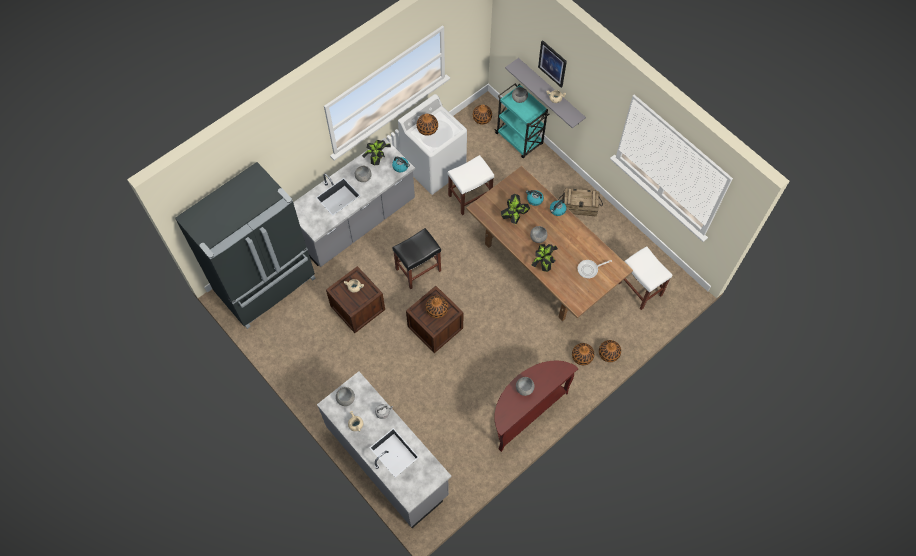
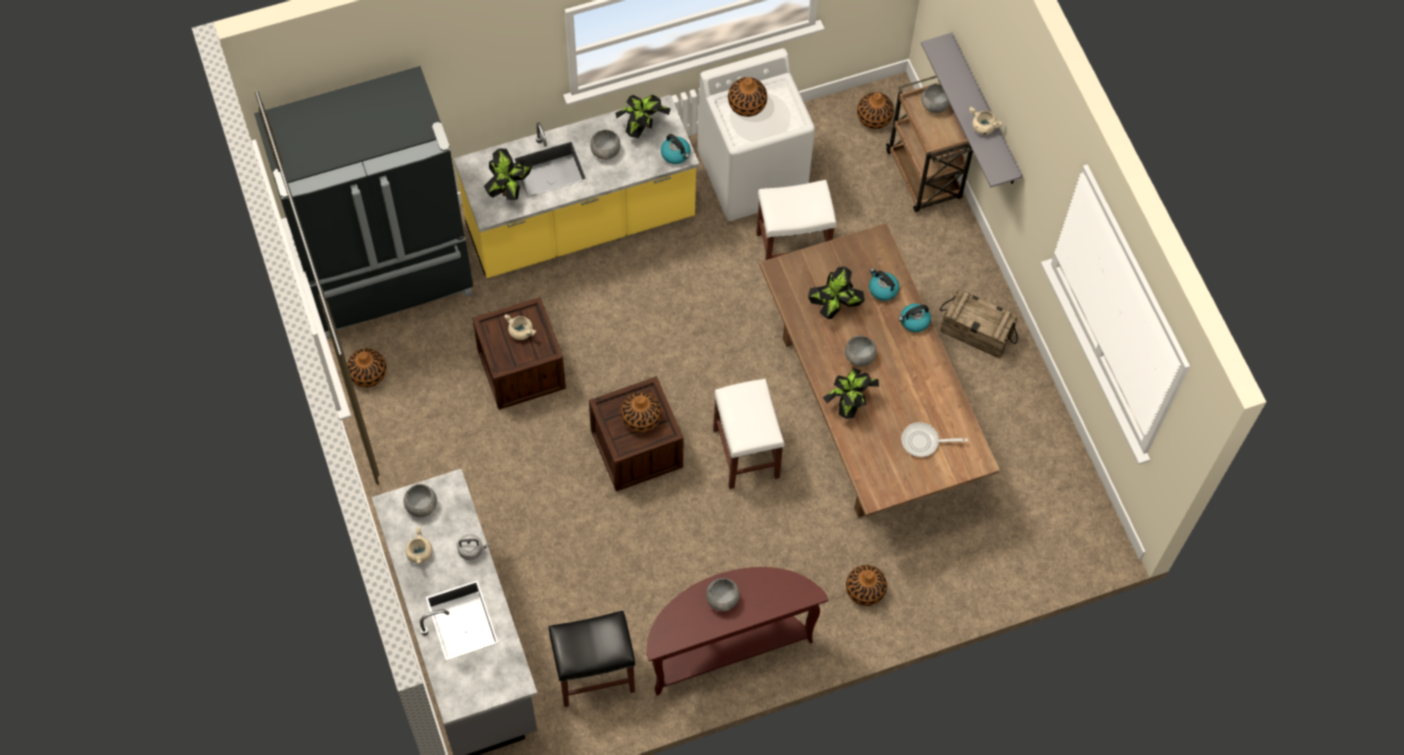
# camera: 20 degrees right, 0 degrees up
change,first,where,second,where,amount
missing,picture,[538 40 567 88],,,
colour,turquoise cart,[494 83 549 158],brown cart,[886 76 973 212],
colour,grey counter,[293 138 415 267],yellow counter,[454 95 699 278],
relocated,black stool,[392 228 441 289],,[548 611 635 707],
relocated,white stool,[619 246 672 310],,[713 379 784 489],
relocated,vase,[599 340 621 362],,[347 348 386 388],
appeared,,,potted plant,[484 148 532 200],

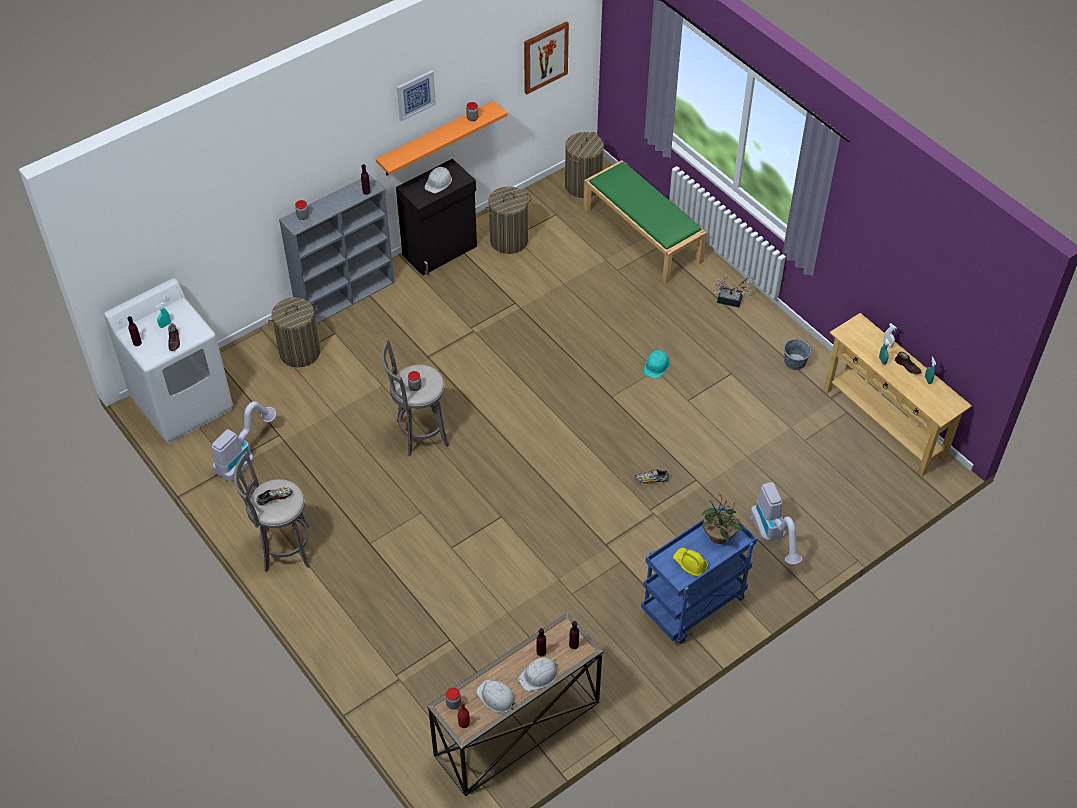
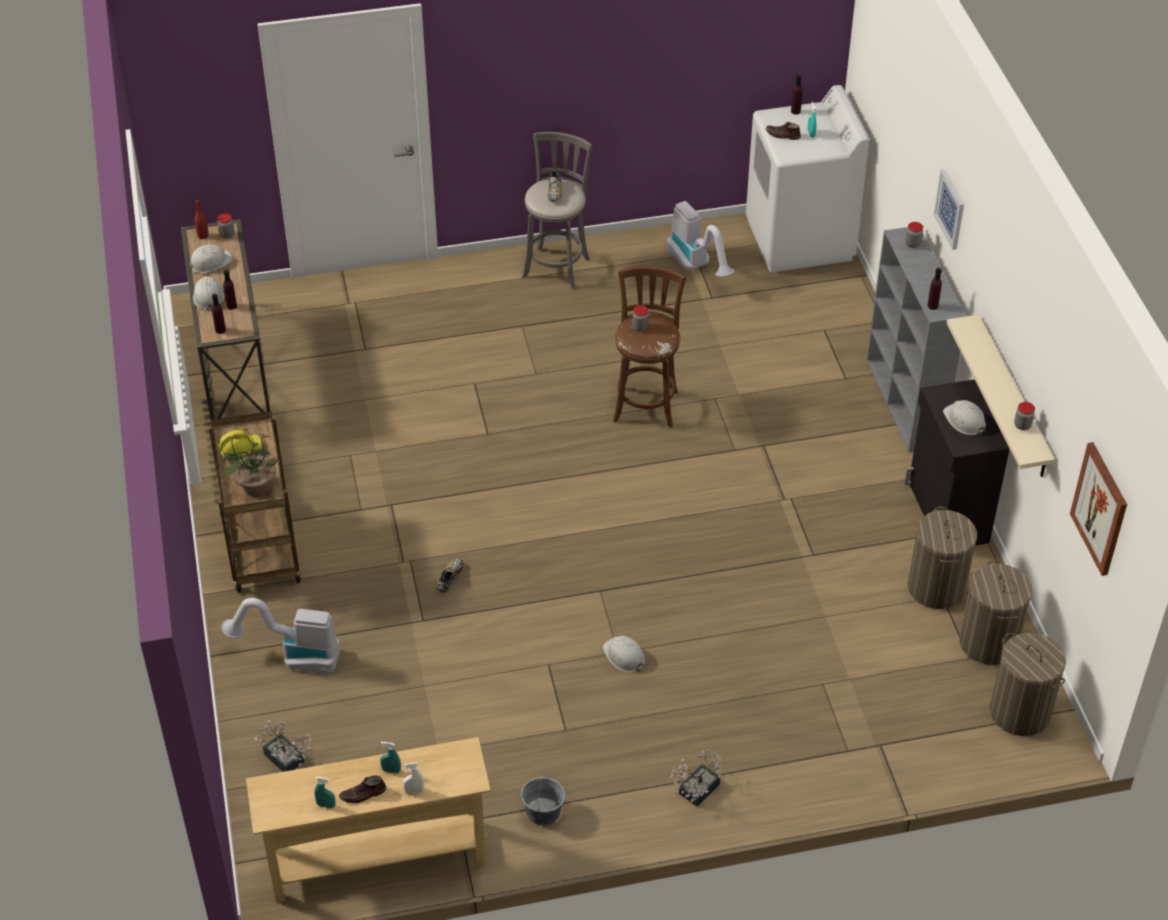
# camera: 115 degrees right, 5 degrees down
change,first,where,second,where,amount
relocated,picture,[397 70 436 121],,[934 169 964 250],
colour,orange shelf,[376 101 508 175],beige shelf,[947 315 1055 477],
missing,green bench,[584 160 707 283],,,
relocated,laundry basket,[268 297 320 367],,[959 561 1032 665],
colour,grey stool,[381 339 449 456],brown stool,[613 266 686 428],
colour,turquoise hard hat,[644 350 670 379],white hard hat,[602 636 645 672],
colour,blue cart,[641 506 757 643],brown cart,[208 411 301 593],
appeared,,,potted plant,[254 721 312 772],

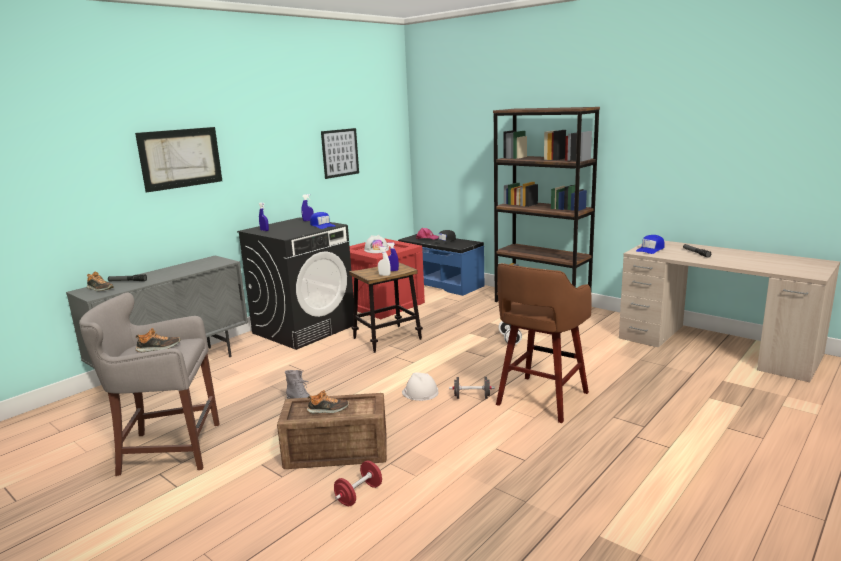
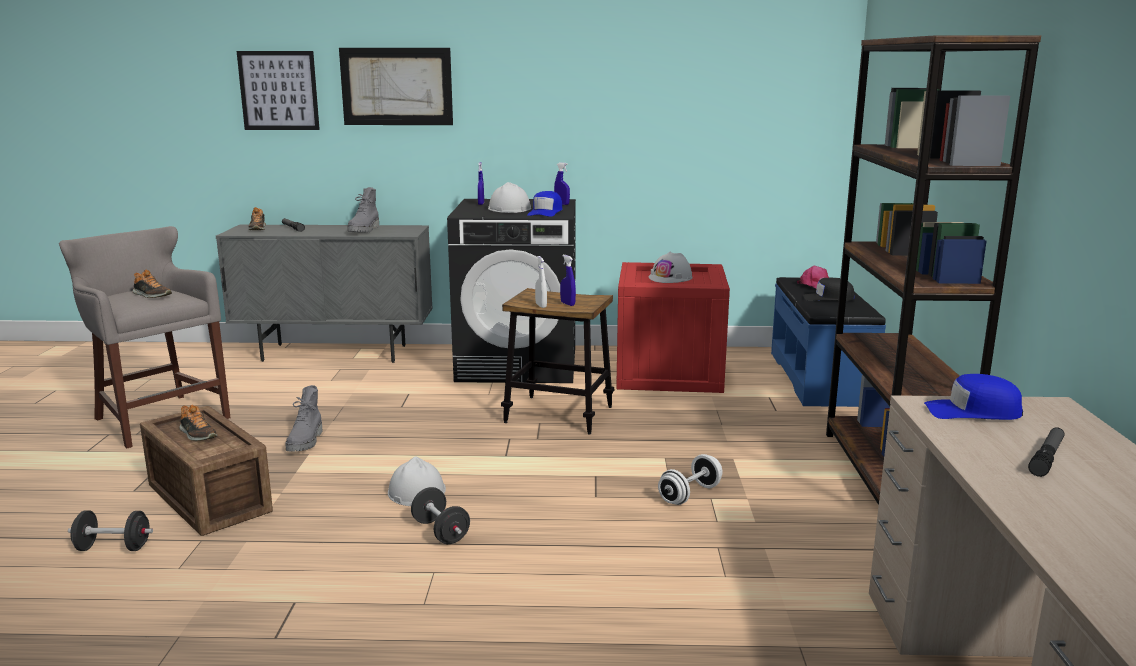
# camera: 50 degrees right, 0 degrees up
change,first,where,second,where,amount
relocated,picture,[321 128 359 179],,[237 51 320 130],
missing,brown stool,[496 263 592 423],,,
colour,red dumbbell,[334 461 382 506],black dumbbell,[68 511 153 551],
appeared,,,white hard hat,[488 182 531 213],
appeared,,,grey boot,[347 187 379 232],

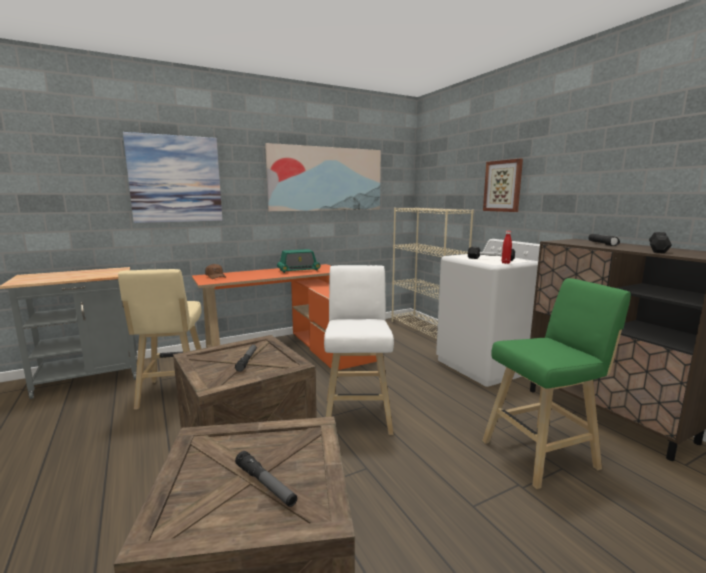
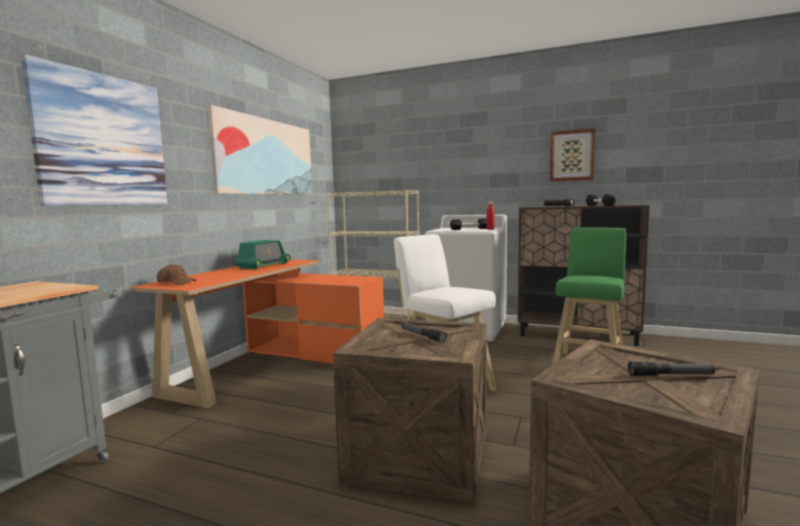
# camera: 40 degrees left, 5 degrees down
change,first,where,second,where,amount
relocated,picture,[483 159 523 212],,[550 128 595 181],
missing,beige stool,[118 269 202 410],,,

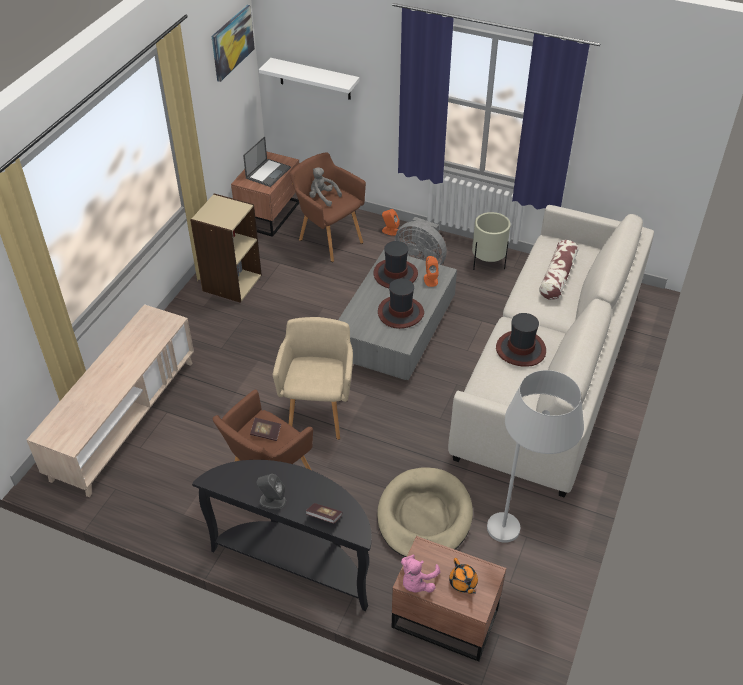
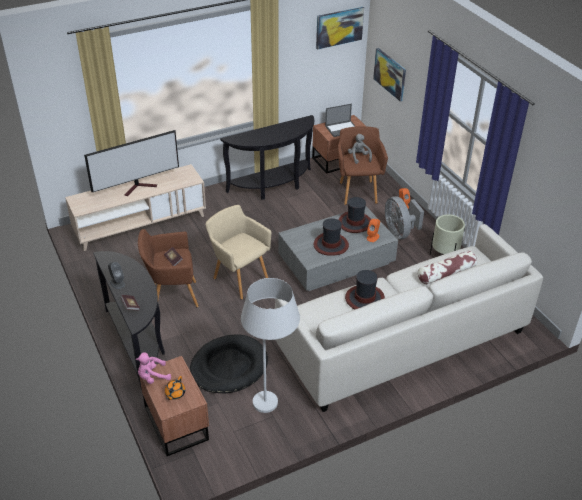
# camera: 40 degrees right, 5 degrees down
change,first,where,second,where,amount
exchanged,white shelf,[259 58 360 100],picture,[373 48 406 102],
exchanged,beige bookcase,[190 194 262 303],black console table,[220 115 314 200],
spun,beige armchair,[273 317 353 440],,[205 205 271 300],90 degrees counterclockwise
colour,beige dog bed,[377 467 473 557],black dog bed,[190 334 268 393],
appeared,,,television,[84 130 179 196],

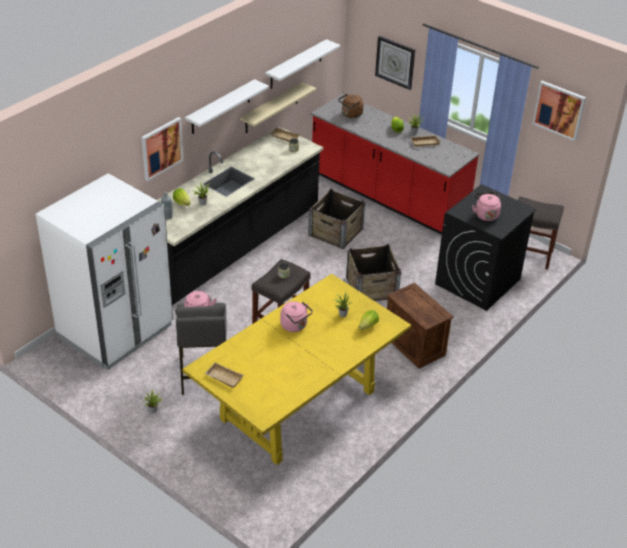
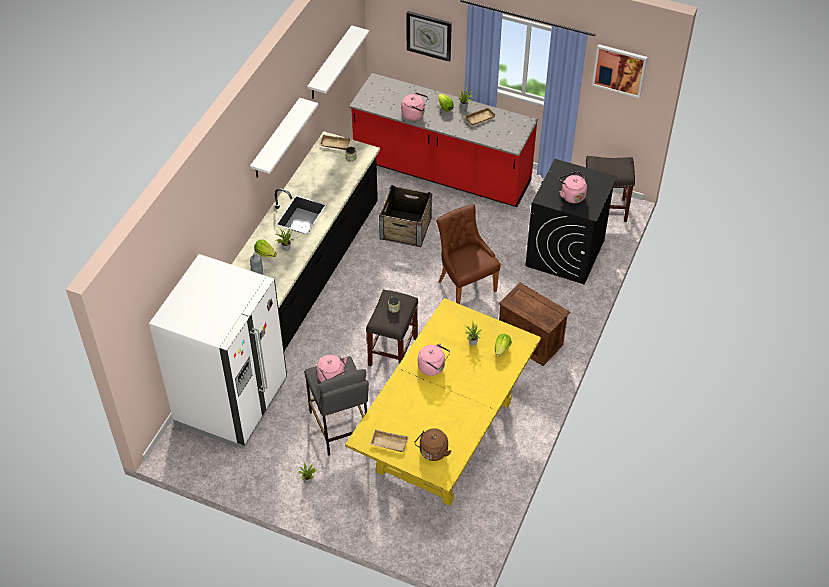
# camera: 15 degrees left, 10 degrees up
change,first,where,second,where,amount
missing,beige shelf,[240 82 316 133],,,
relocated,brown kettle,[338 94 363 118],,[415 428 451 461],
missing,picture,[141 117 184 181],,,
exchanged,crate,[346 244 401 301],brown chair,[436 204 501 304],
appeared,,,pink kettle,[401 92 428 120],

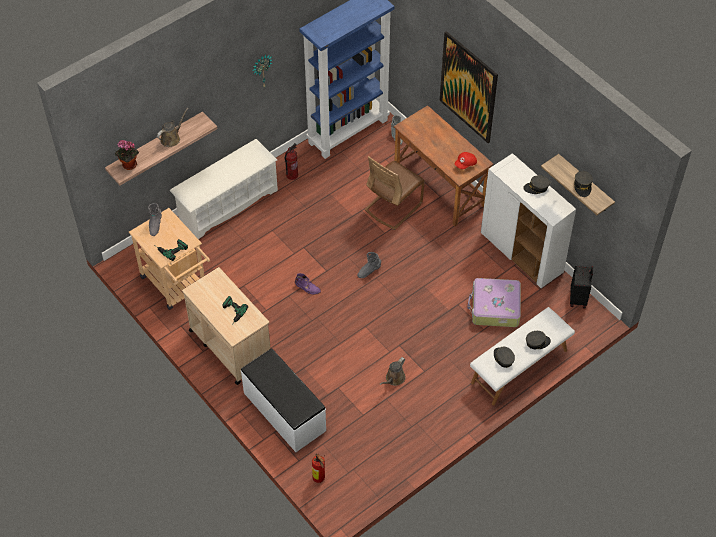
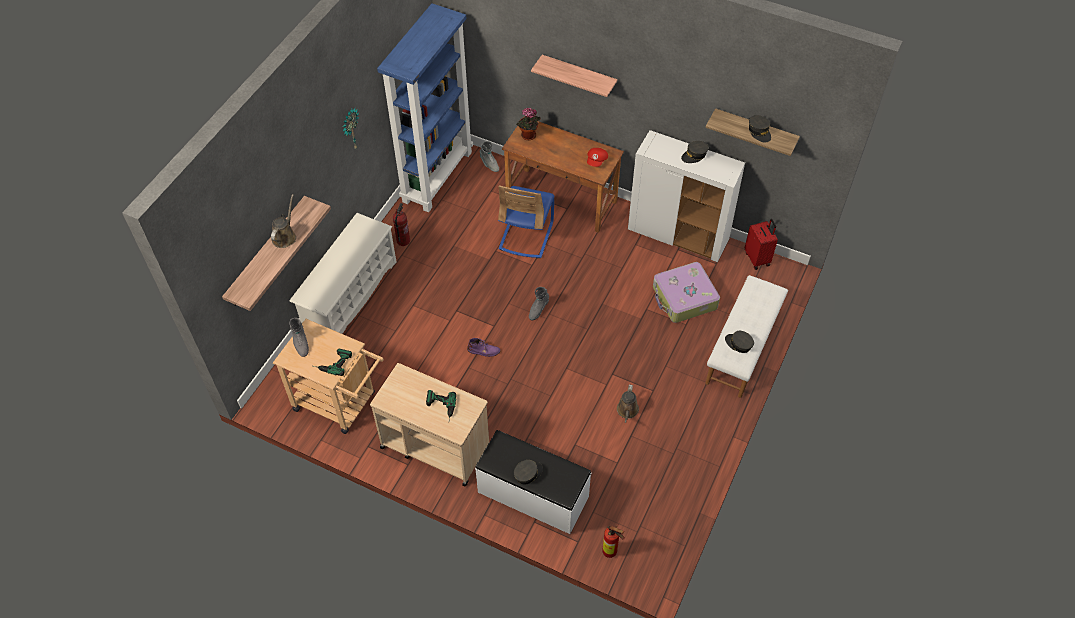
# camera: 25 degrees left, 0 degrees up
change,first,where,second,where,amount
exchanged,picture,[440 31 498 143],shelf,[531 55 617 97],
relocated,potted plant,[115 140 139 170],,[516 108 541 140],
colour,brown chair,[365 156 425 230],blue chair,[498 185 554 258],
colour,black suitcase,[570 266 593 308],red suitcase,[745 219 778 270],
relocated,grey cap,[526 331 551 350],,[514 460 543 484],

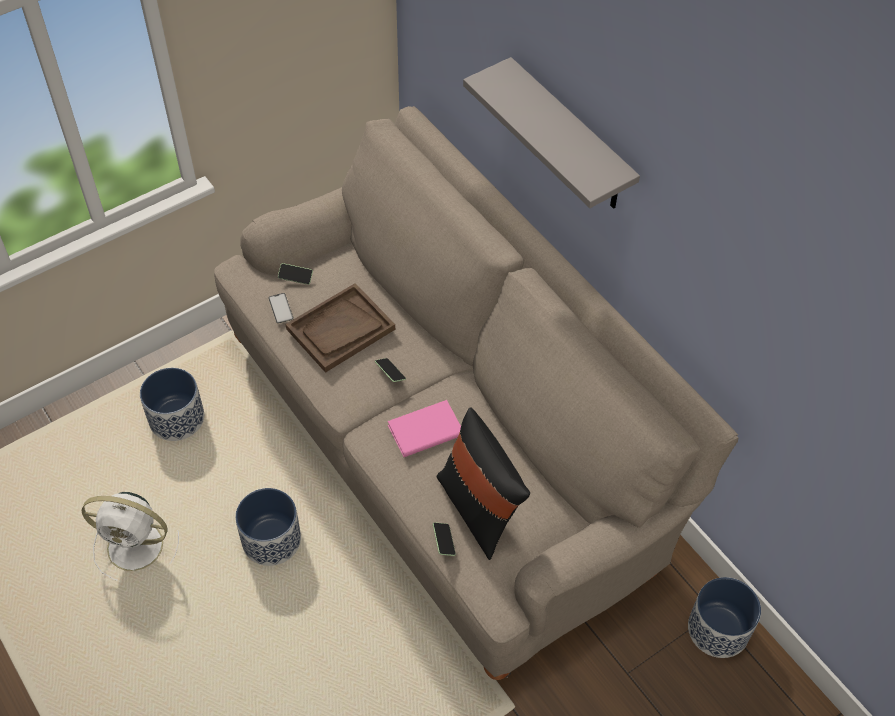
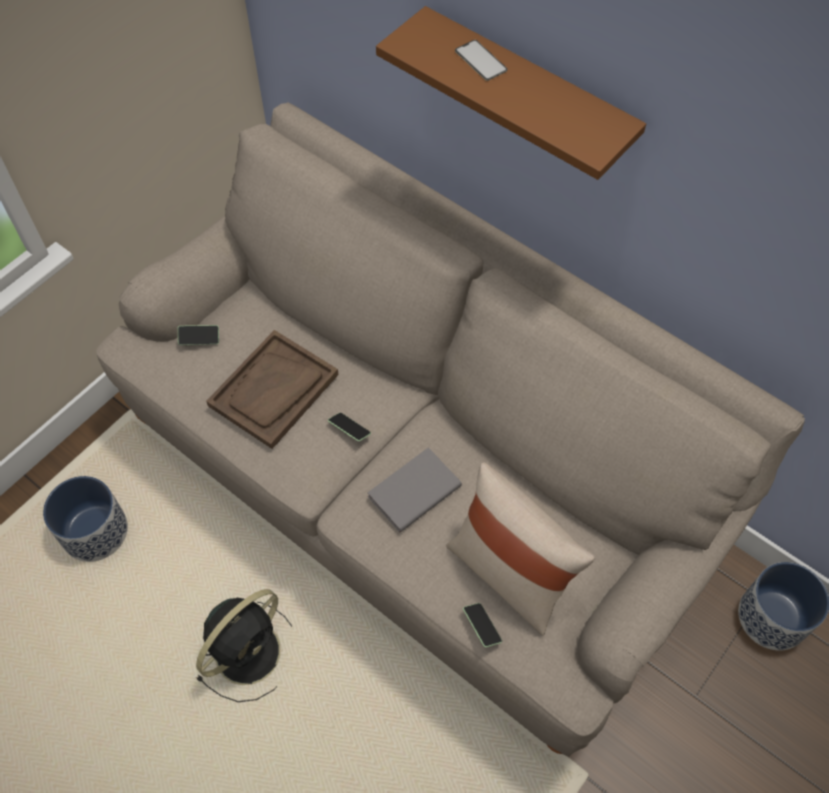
# camera: 15 degrees left, 5 degrees up
change,first,where,second,where,amount
colour,grey shelf,[463 57 640 209],brown shelf,[376 6 646 180],
relocated,phone,[268 293 294 324],,[455 40 507 81],
colour,pink book,[388 400 461 457],grey book,[367 447 462 532],
colour,black pillow,[436 407 530 560],beige pillow,[446 462 595 636],
exchanged,planter,[235 488 301 566],black fan,[196 589 292 702],
missing,white fan,[82 492 179 580],,,

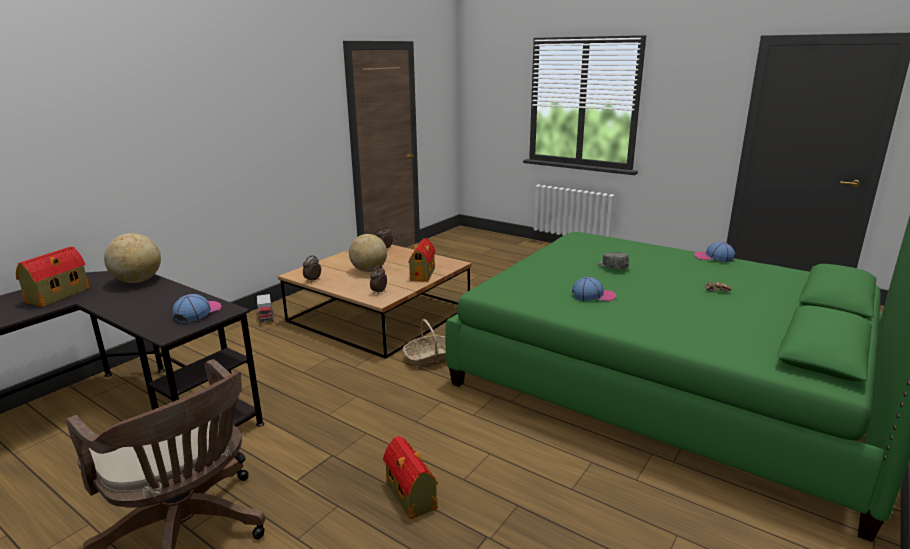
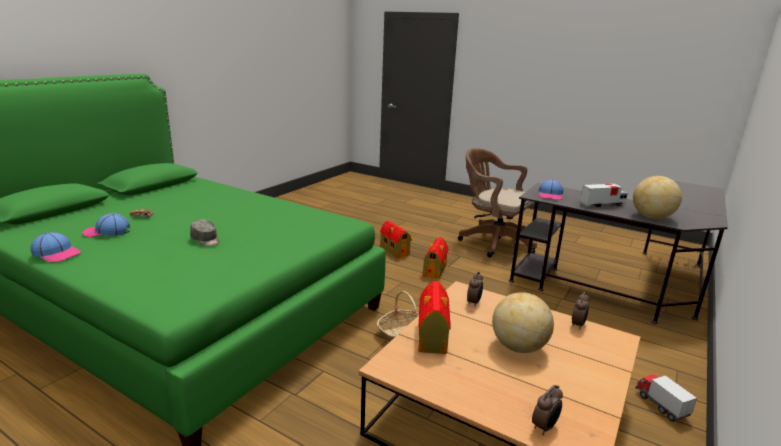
# camera: 175 degrees right, 0 degrees up
change,first,where,second,where,amount
relocated,toy house,[16 246 90 307],,[423 237 449 279],
relocated,cap,[572 277 616 301],,[82 213 130 237],
appeared,,,toy truck,[580 184 628 207],

